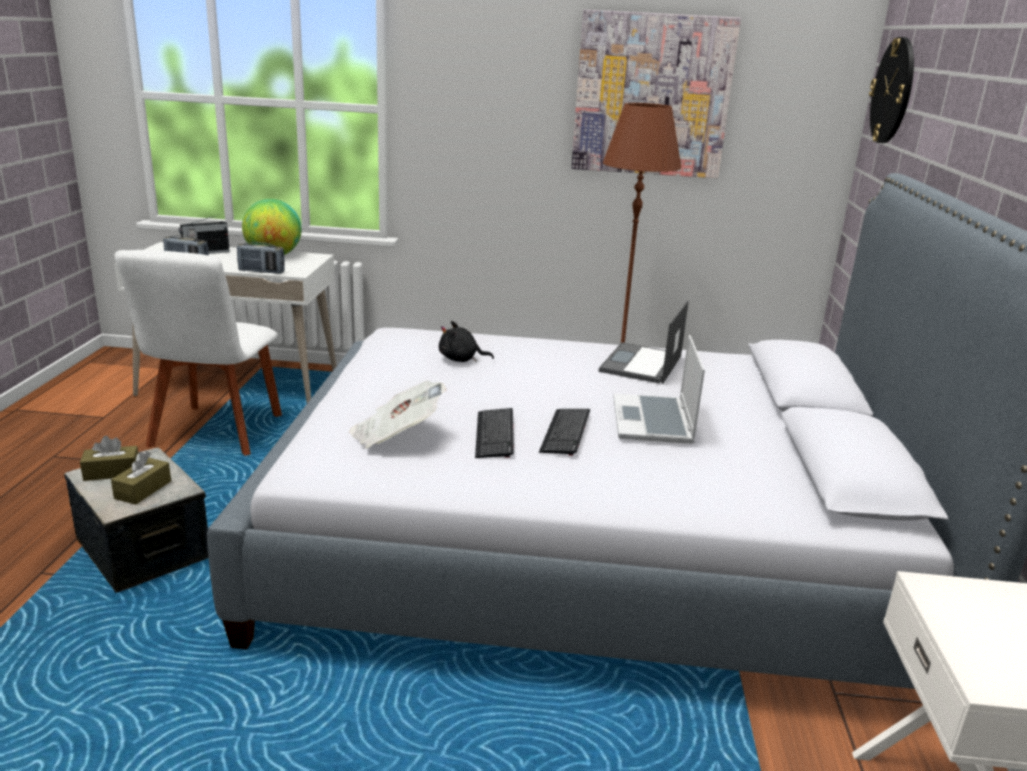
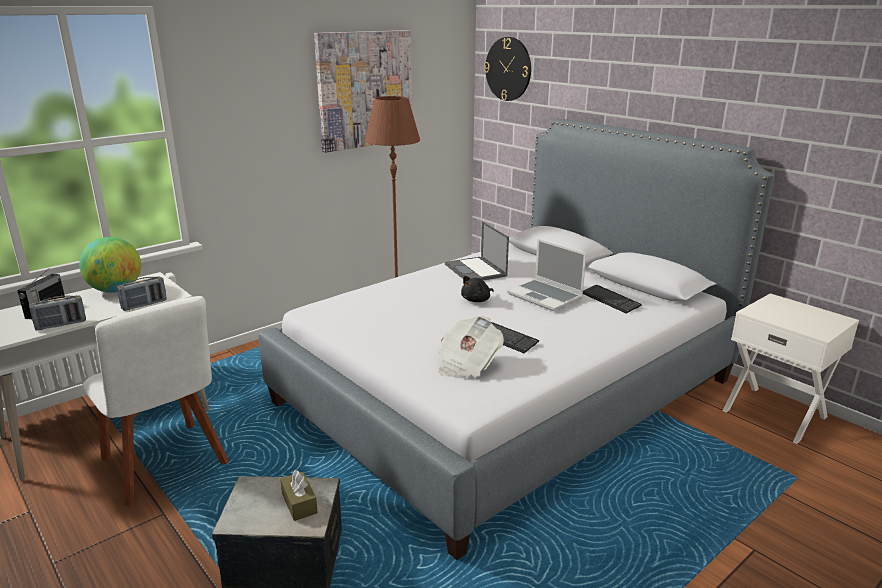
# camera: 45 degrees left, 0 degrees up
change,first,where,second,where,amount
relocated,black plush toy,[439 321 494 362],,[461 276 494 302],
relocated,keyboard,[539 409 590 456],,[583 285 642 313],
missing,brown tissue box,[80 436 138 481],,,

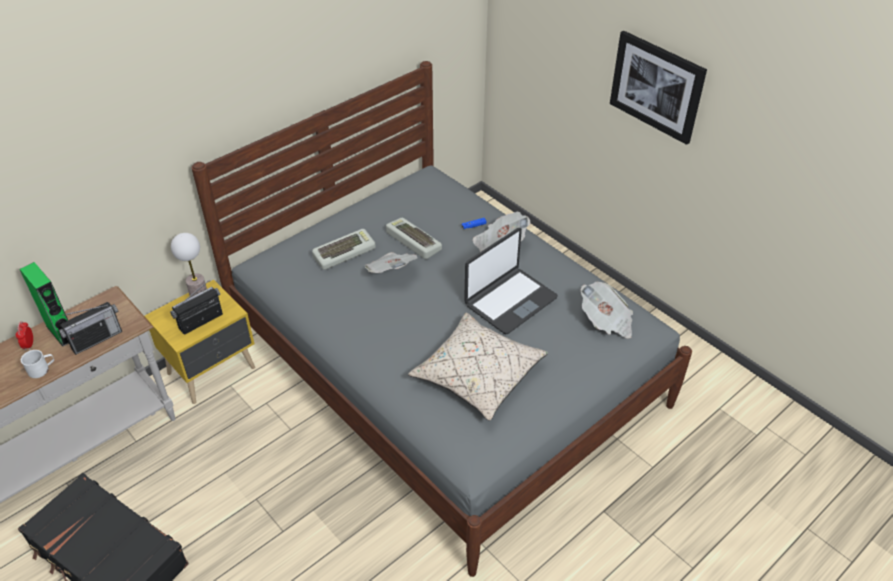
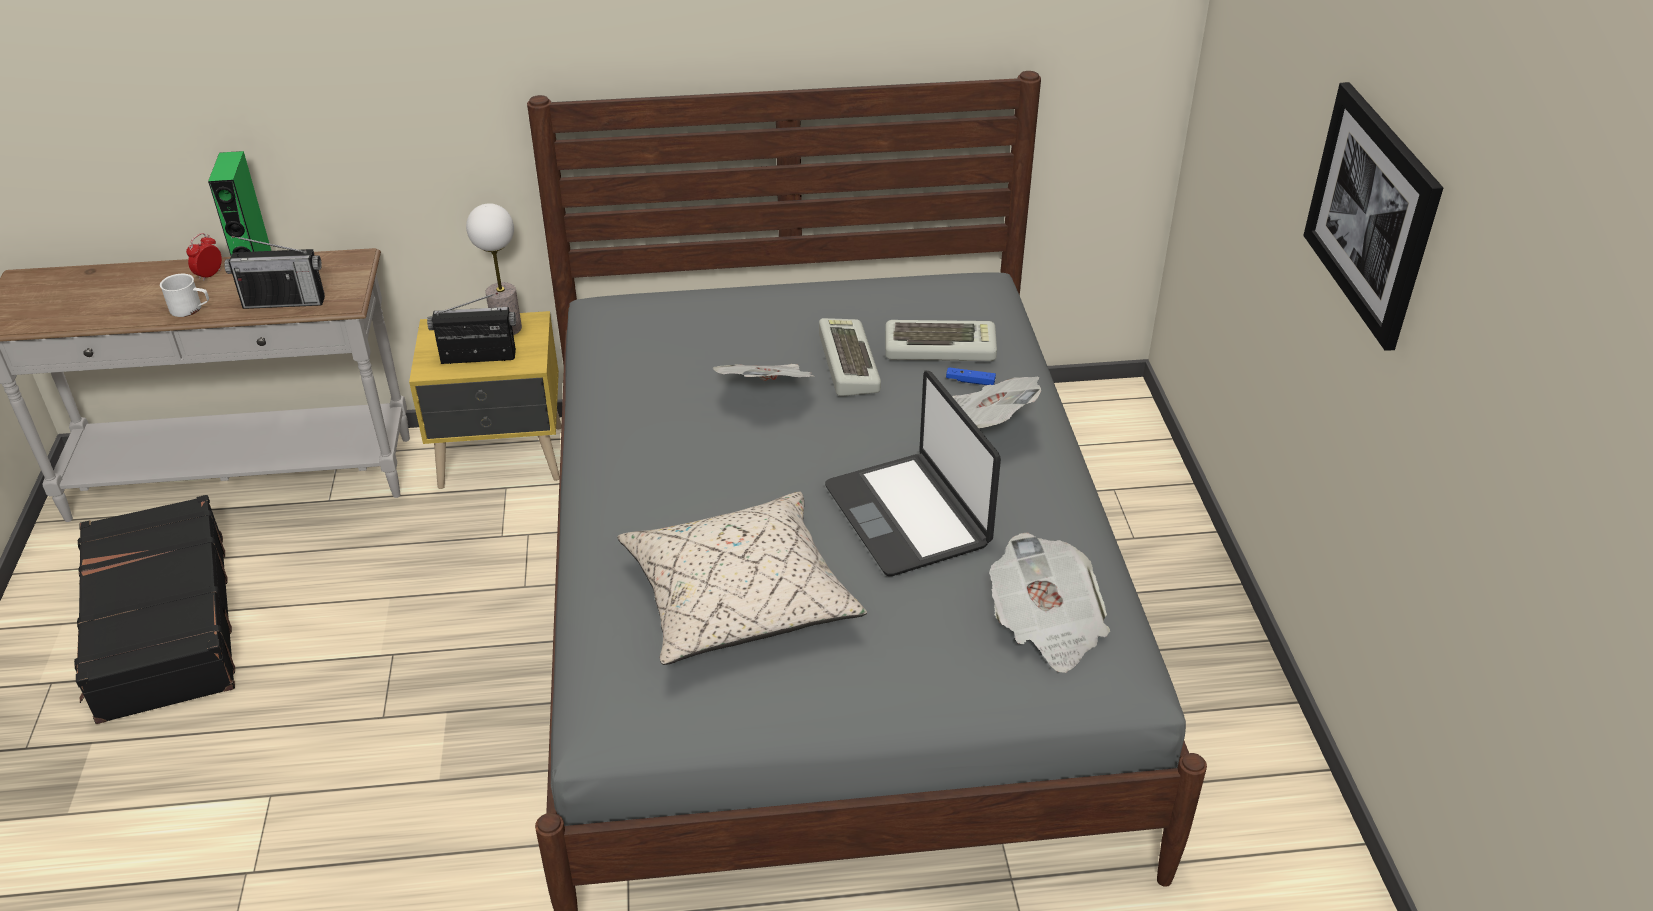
# camera: 35 degrees right, 5 degrees down
change,first,where,second,where,amount
spun,laptop,[464 228 558 334],,[825 371 1001 576],75 degrees clockwise
relocated,keyboard,[312 229 376 270],,[885 320 997 361],

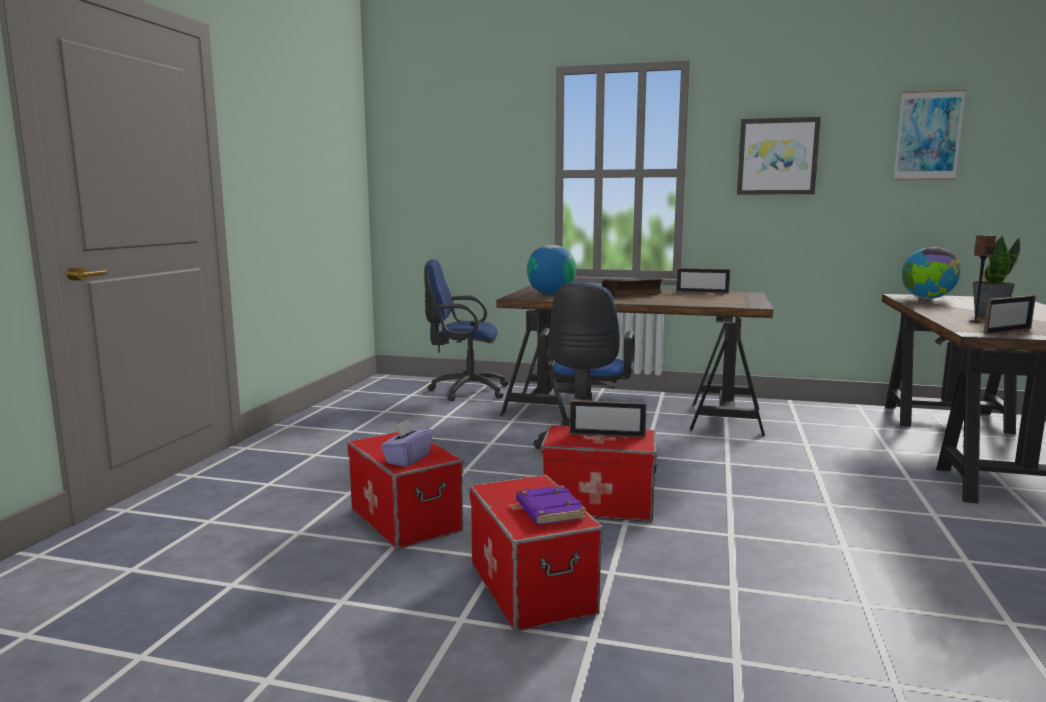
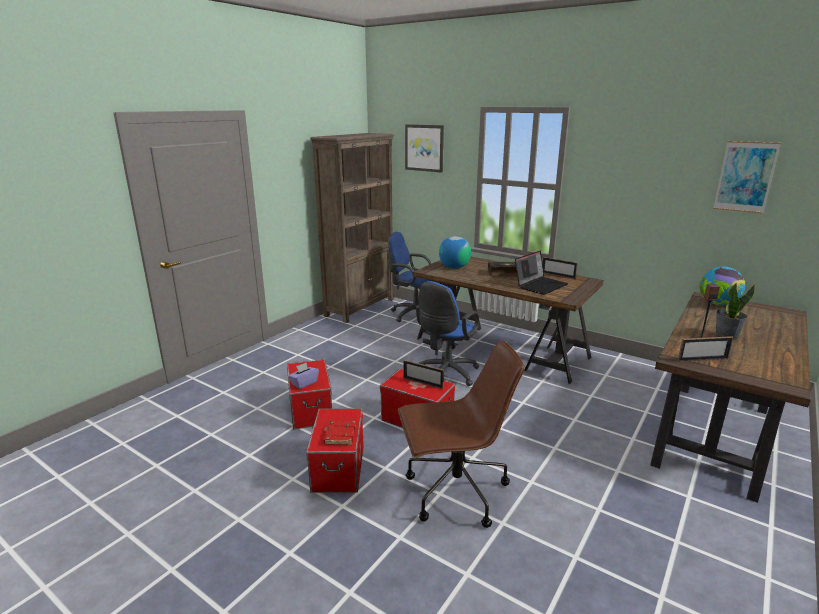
# camera: 20 degrees right, 10 degrees up
change,first,where,second,where,amount
relocated,picture,[737 117 821 194],,[405 124 444 173],
colour,purple book,[516 485 586 525],red book,[323 421 356 445],
appeared,,,brown bookcase,[310 133 394 323],
appeared,,,laptop,[515 250 568 295],
appeared,,,brown office chair,[398 340 525 528],

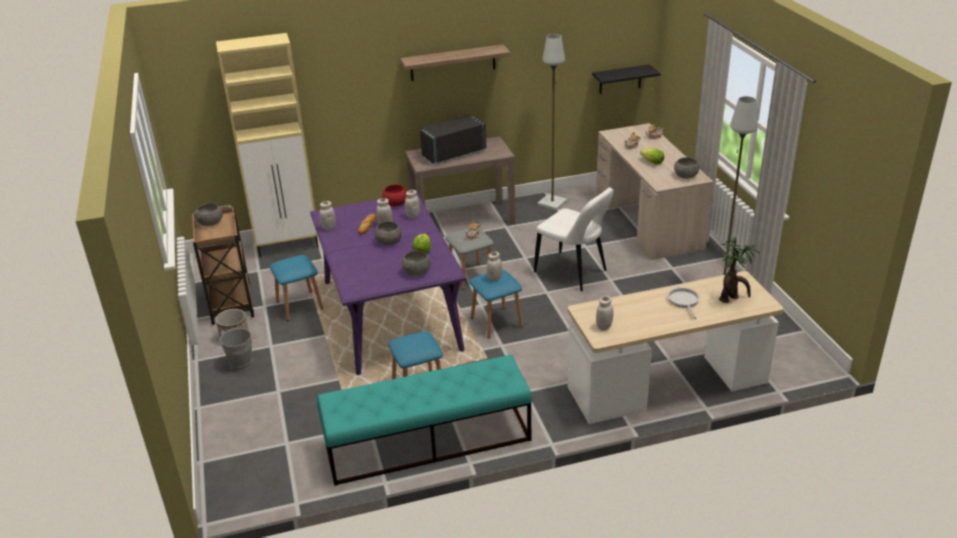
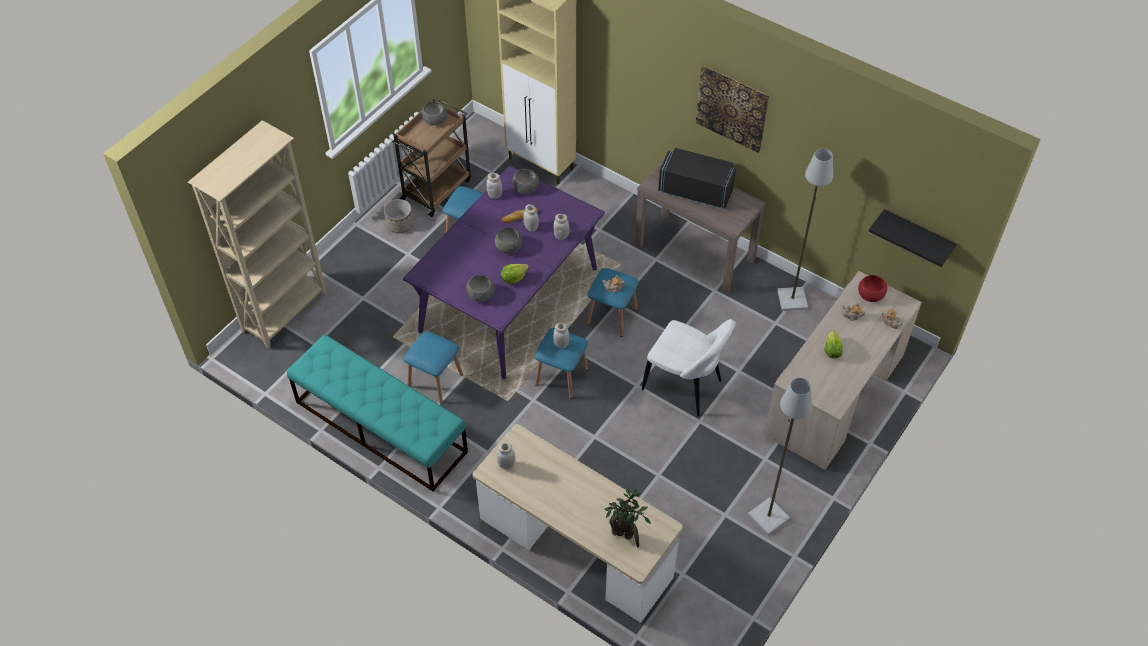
# camera: 50 degrees right, 20 degrees up
change,first,where,second,where,amount
exchanged,shelf,[400 44 510 81],picture,[696 66 769 153],
relocated,grey bowl,[674 157 700 179],,[513 169 539 194],
relocated,red bowl,[382 184 407 206],,[858 275 887 302],
spun,white chair,[534 187 614 291],,[642 319 736 417],60 degrees counterclockwise
colour,grey stool,[445 228 494 290],blue stool,[587 268 639 337],
missing,frying pan,[668 286 700 319],,,
missing,grey bucket,[220 328 257 371],,,
appeared,,,beige bookcase,[188 120 327 348],

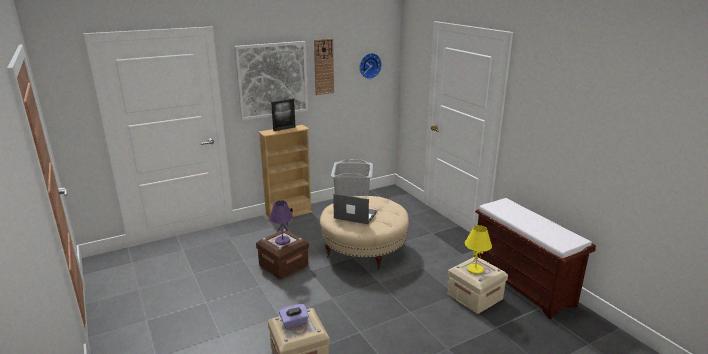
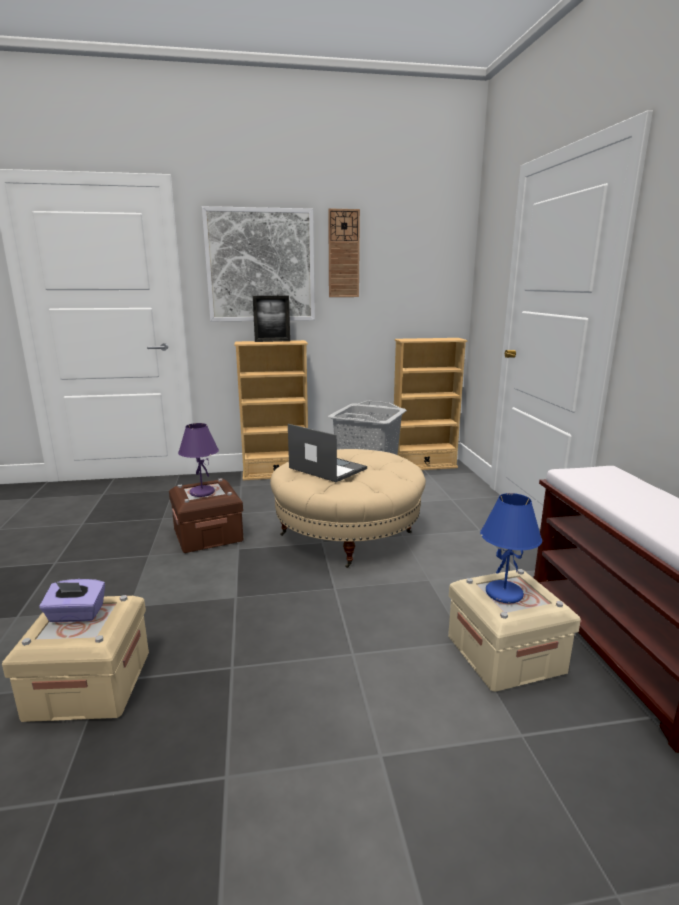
# camera: 20 degrees right, 5 degrees down
change,first,where,second,where,amount
missing,wall clock,[359 53 382 79],,,
colour,yellow table lamp,[465 225 492 274],blue table lamp,[480 493 542 603],
appeared,,,beige bookcase,[393 338 467 470],

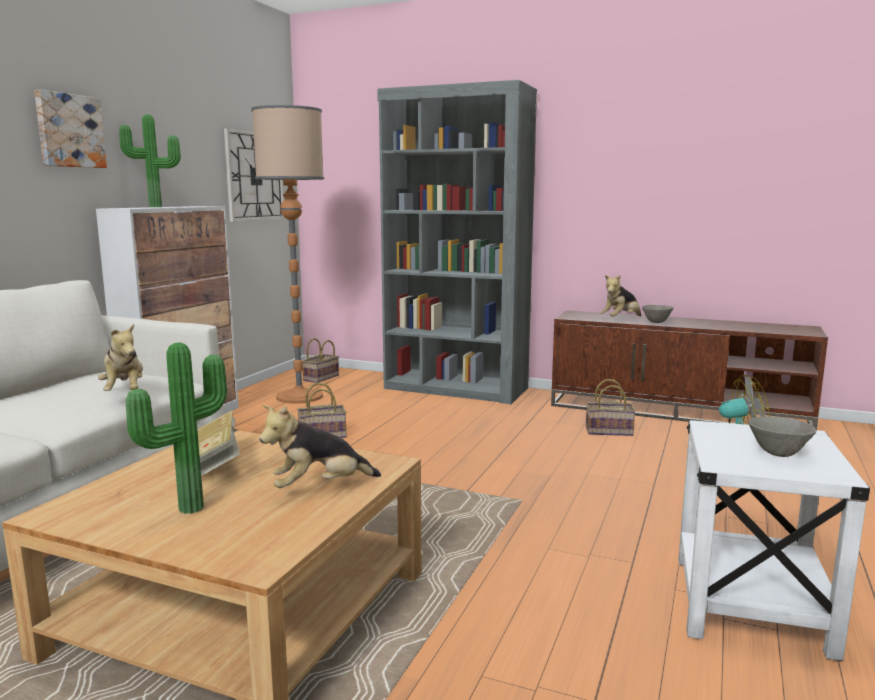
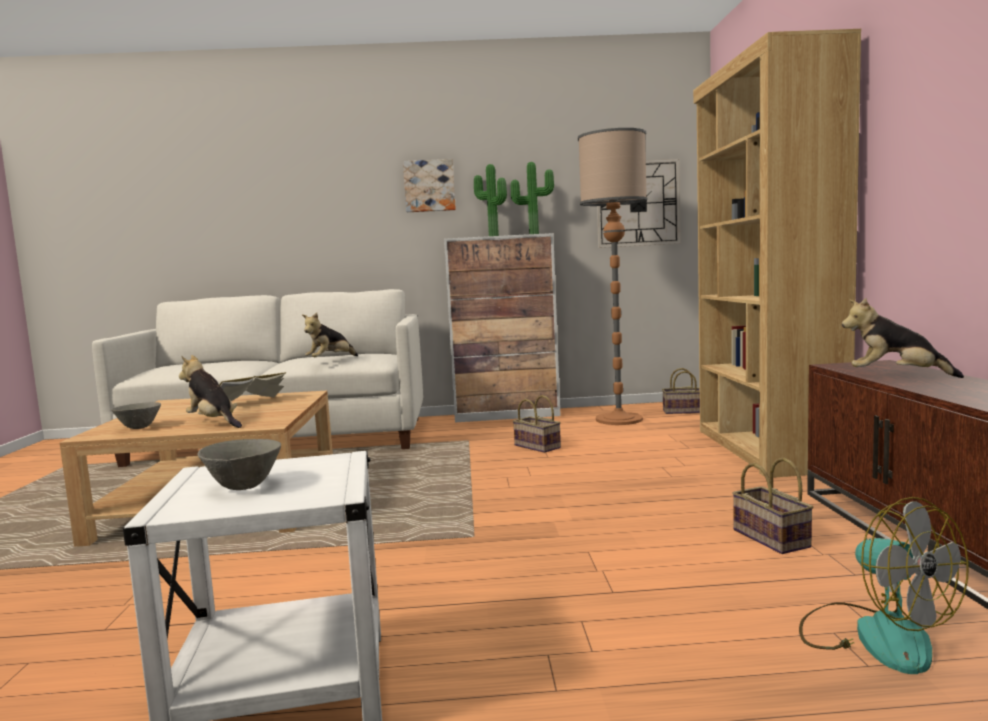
# camera: 65 degrees right, 5 degrees down
change,first,where,second,where,amount
colour,grey bookcase,[377 80 537 404],brown bookcase,[693 29 861 478],
relocated,grey bowl,[642 305 674 323],,[111 402 161 429],
relocated,potted plant,[126 343 227 514],,[511 162 554 234],

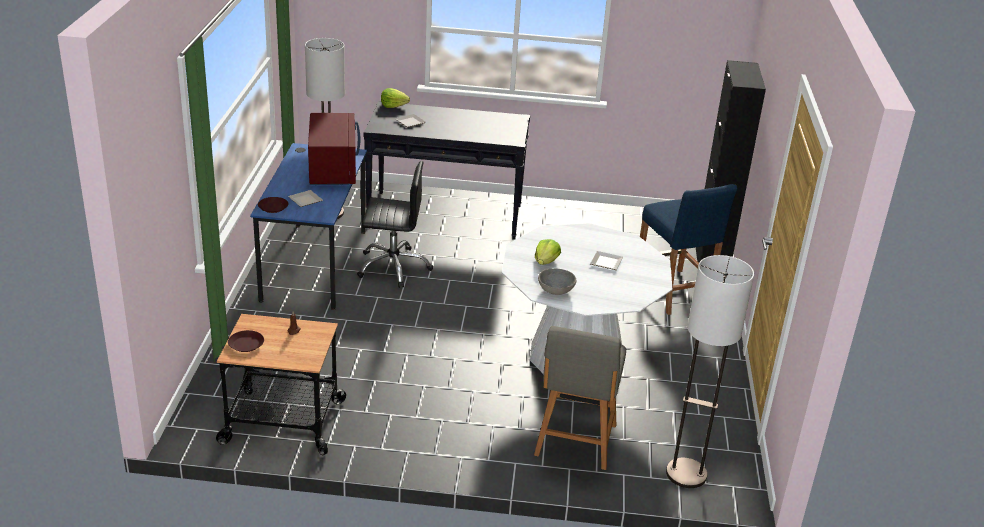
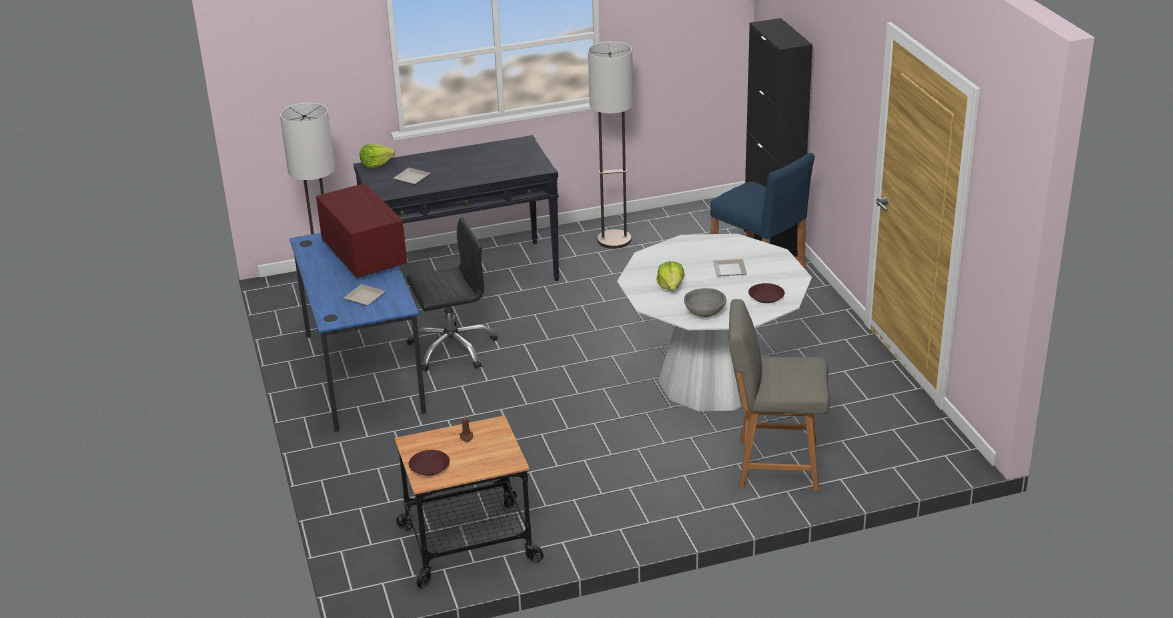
# camera: 20 degrees left, 0 degrees up
change,first,where,second,where,amount
relocated,brown plate,[258 197 289 213],,[748 283 785 303],
relocated,floor lamp,[666 255 754 488],,[588 41 633 249],
spun,grey chair,[534 326 626 470],,[729 299 830 491],105 degrees clockwise

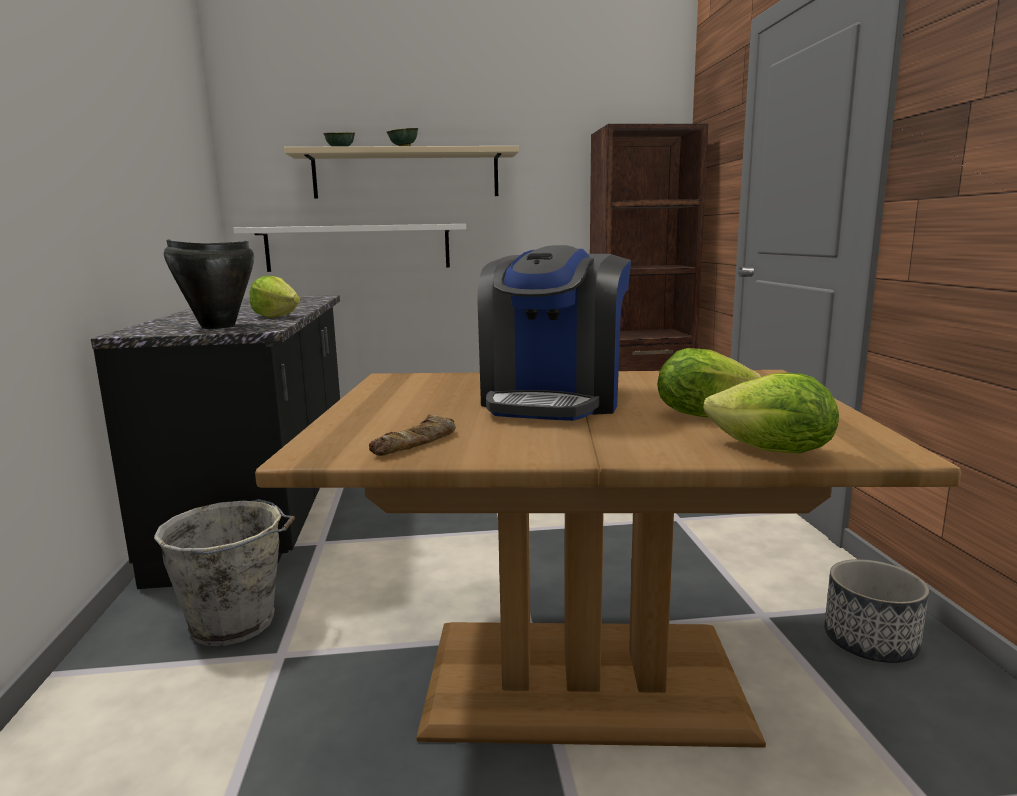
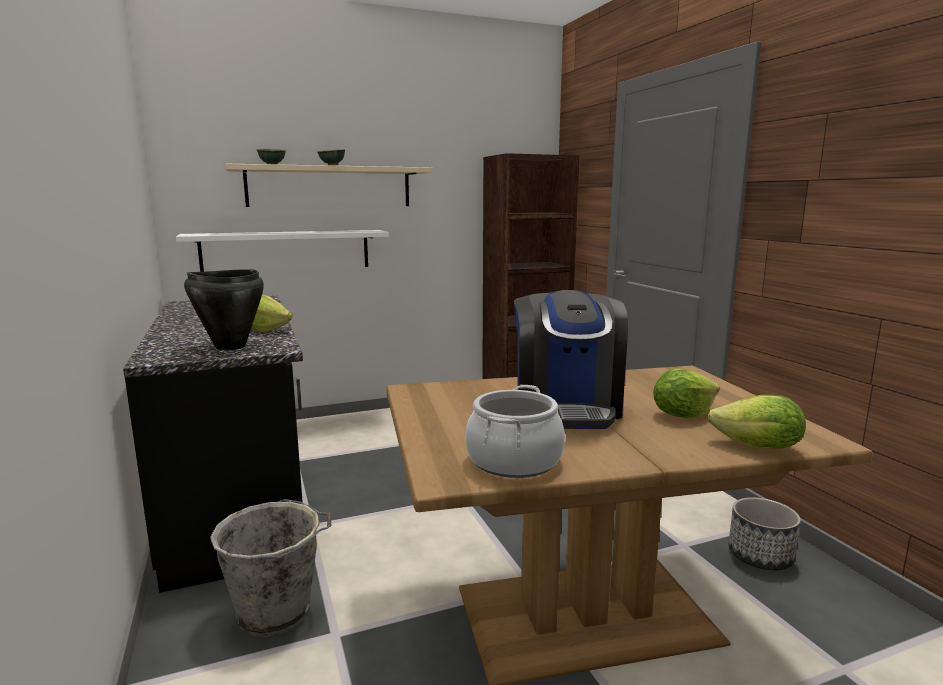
# camera: 15 degrees left, 0 degrees up
change,first,where,second,where,amount
exchanged,bread,[369 414 456 456],cooking pot,[465 385 565 478],

